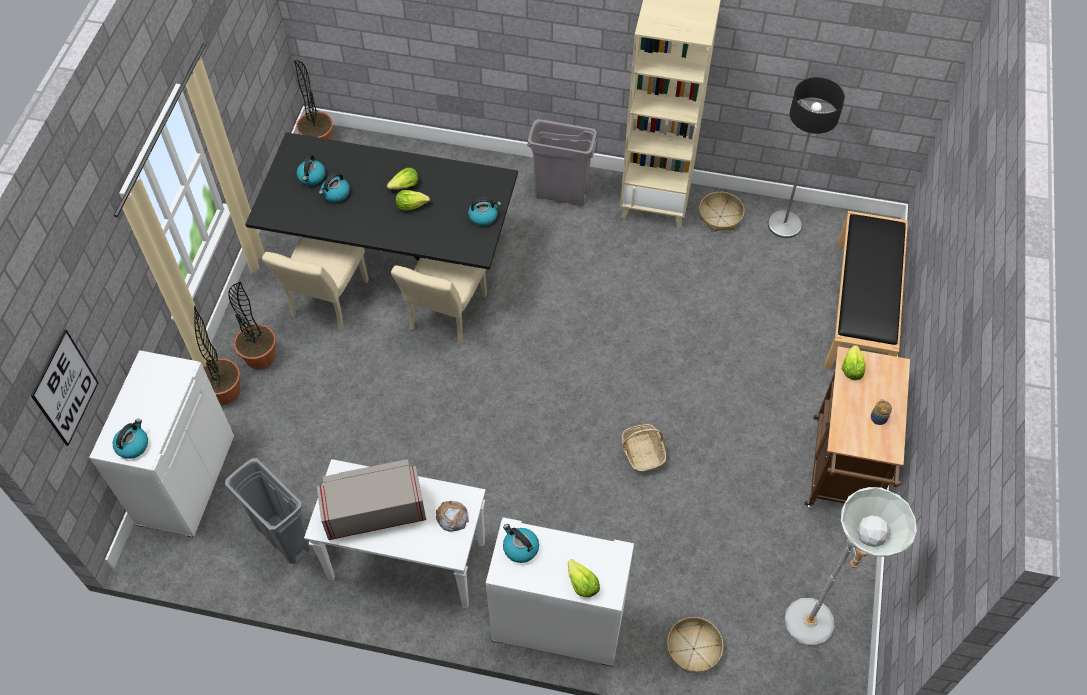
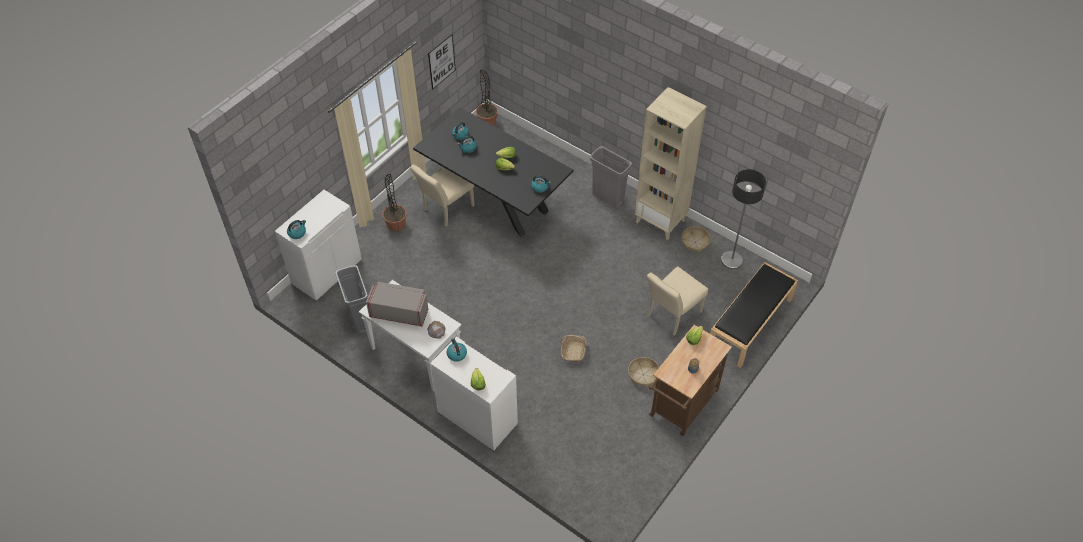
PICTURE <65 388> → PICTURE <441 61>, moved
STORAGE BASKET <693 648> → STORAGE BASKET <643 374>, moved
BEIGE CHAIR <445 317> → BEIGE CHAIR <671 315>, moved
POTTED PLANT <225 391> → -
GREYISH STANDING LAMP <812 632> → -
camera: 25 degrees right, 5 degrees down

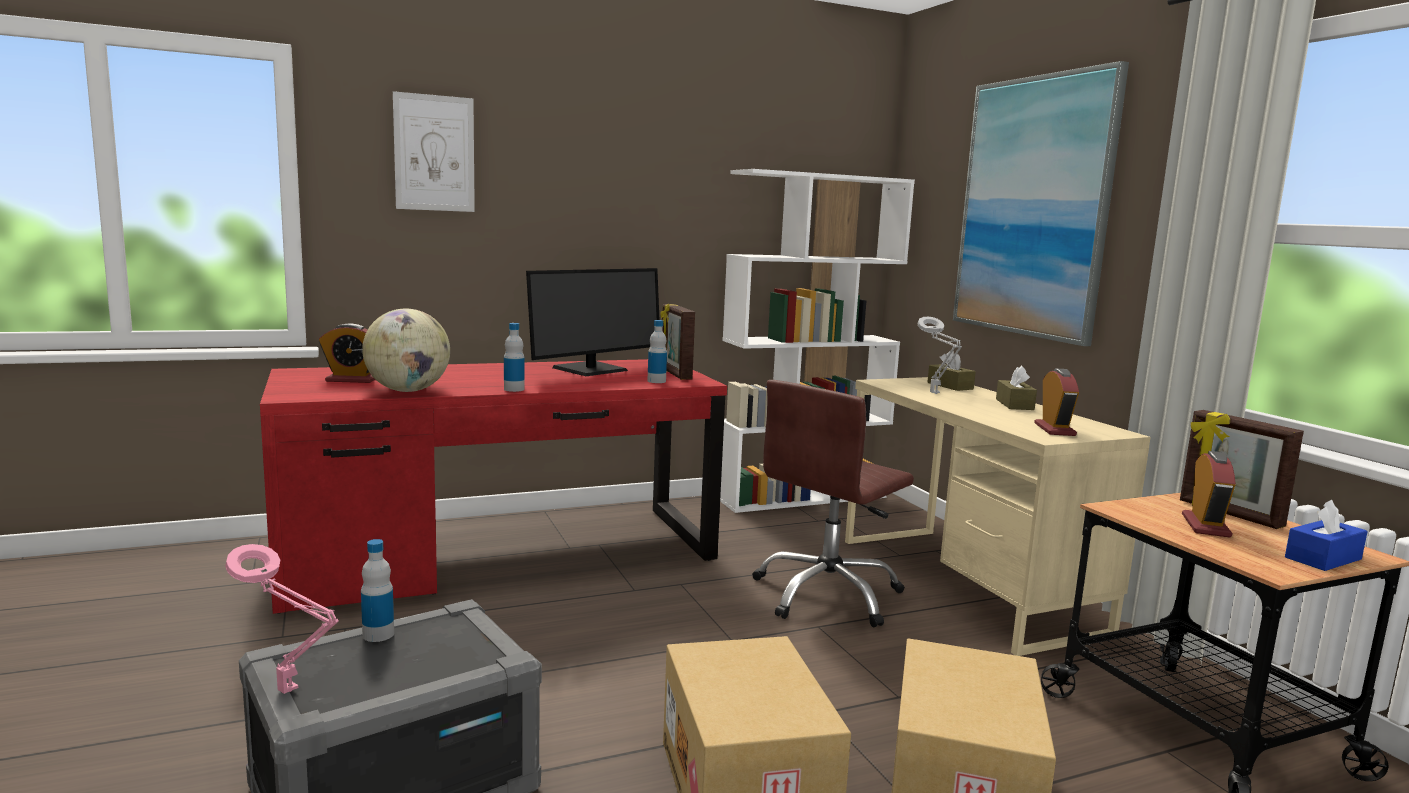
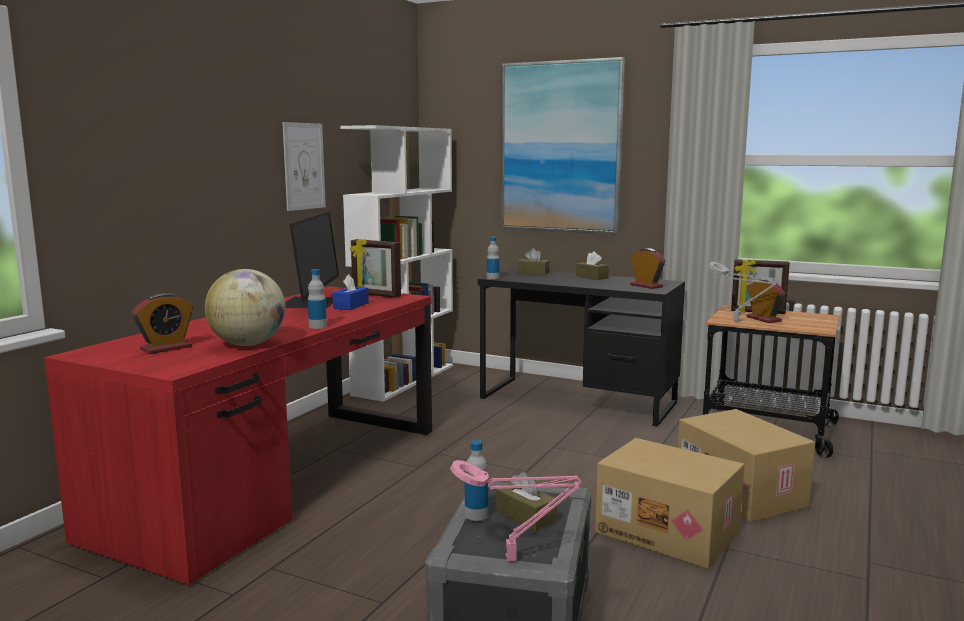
PICTURE <434 153> → PICTURE <304 166>, moved
BLUE BOX OF TISSUES <1323 558> → BLUE BOX OF TISSUES <351 306>, moved
BEIGE DESK TABLE <965 584> → BLACKISH DESK TABLE <577 400>
DRINK BOTTLE <656 381> → DRINK BOTTLE <493 278>, moved
- → BROWN-COLOURED BOX OF TISSUES <525 516>
GREYISH LAMP FOR A TABLE <935 394> → GREYISH LAMP FOR A TABLE <739 322>, moved
BROWN-COLOURED COMPUTER CHAIR <828 595> → -
camera: 40 degrees left, 0 degrees up

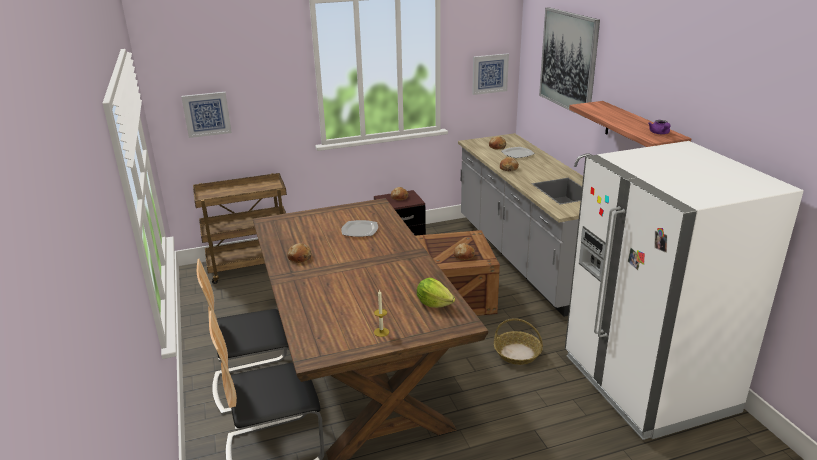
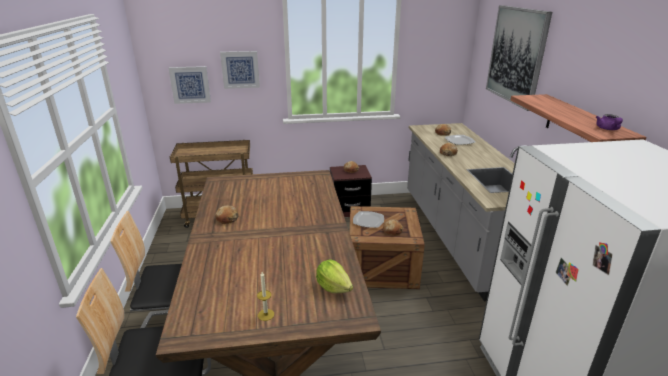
PICTURE <489 73> → PICTURE <240 69>, moved
FLAT DISH <360 230> → FLAT DISH <368 220>, moved
STORAGE BASKET <517 353> → -
camera: 10 degrees right, 0 degrees up

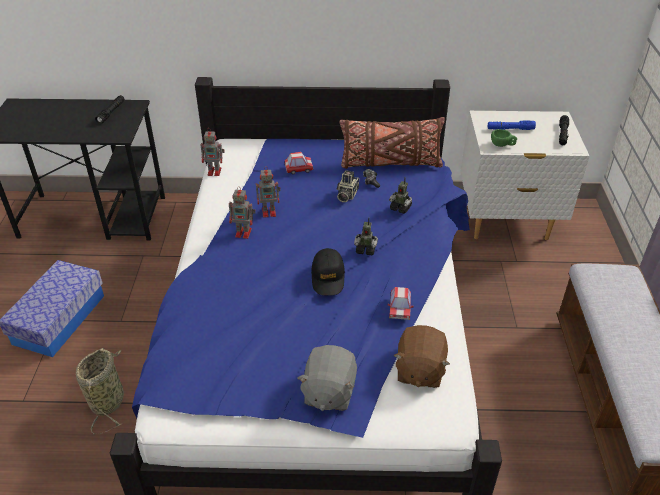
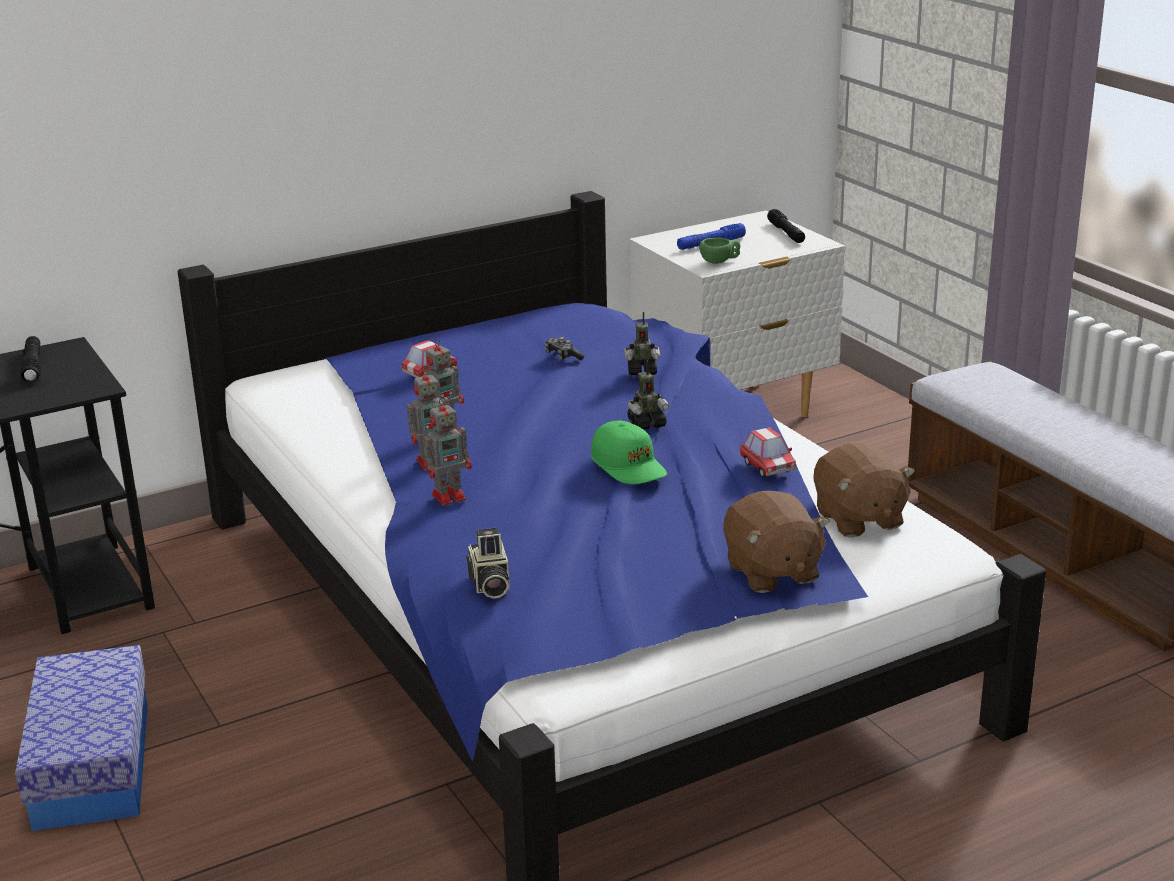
TOY ROBOT <215 171> → TOY ROBOT <450 496>, moved
STILL CAMERA <346 195> → STILL CAMERA <489 585>, moved
BLACKISH PEAKED CAP <328 277> → GREENISH PEAKED CAP <629 466>
GREYISH CUDDLY TOY <328 392> → BROWN-COLOURED CUDDLY TOY <771 572>
STORAGE BASKET <108 400> → -
BROWN-COLOURED CUSHION <390 163> → -
camera: 30 degrees left, 15 degrees down

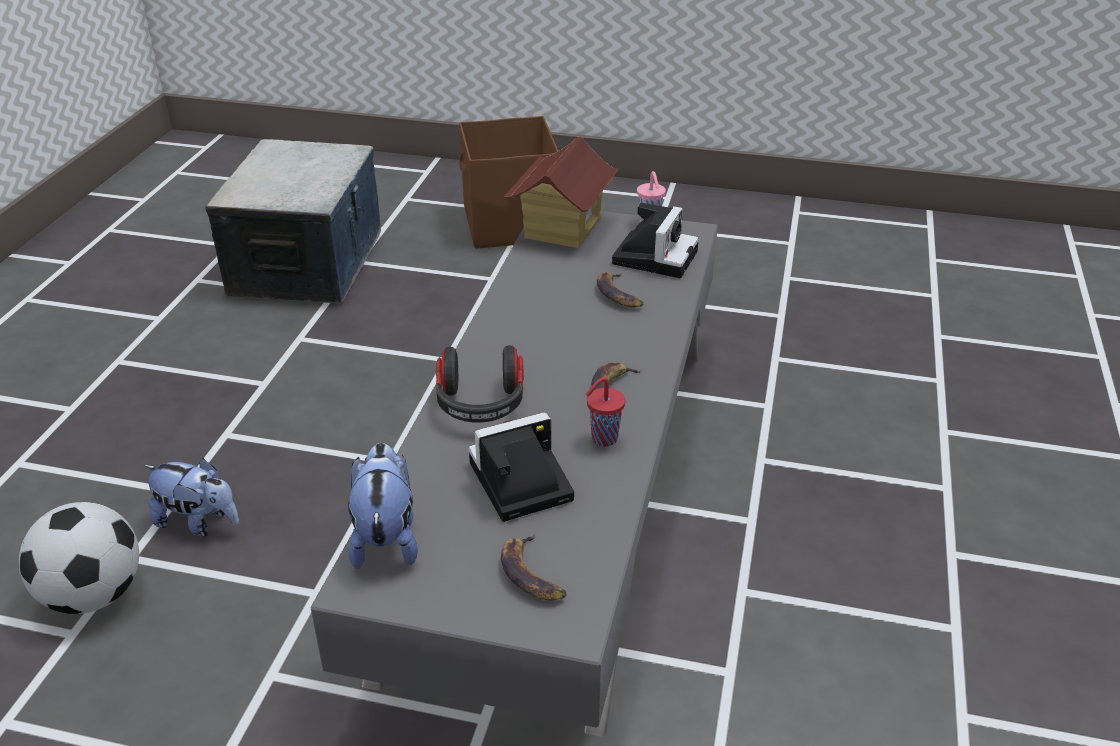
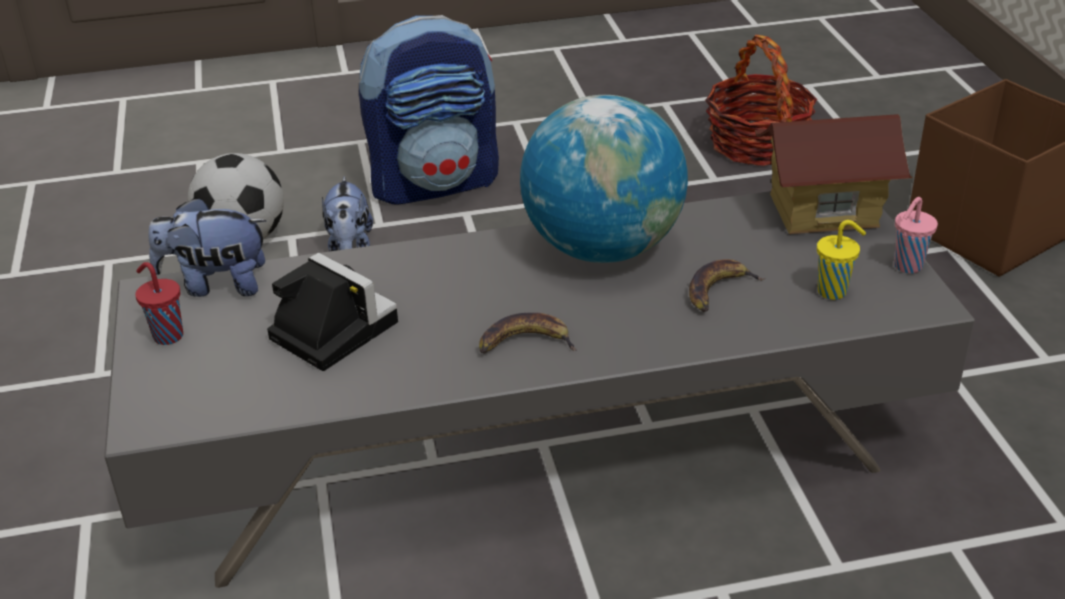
RED DRINKING CUP <603 439> → RED DRINKING CUP <167 335>, moved
CUDDLY TOY <386 537> → CUDDLY TOY <216 284>, 150 degrees counterclockwise
- → RUCKSACK <435 183>
- → GLOBE <603 248>
STORAGE BOX <308 263> → STORAGE BASKET <757 144>
STILL CAMERA <654 256> → YELLOWISH DRINKING CUP <834 292>
PAIR OF HEADPHONES <480 405> → -
WHOLE BANANA <532 574> → -
camera: 65 degrees right, 0 degrees up

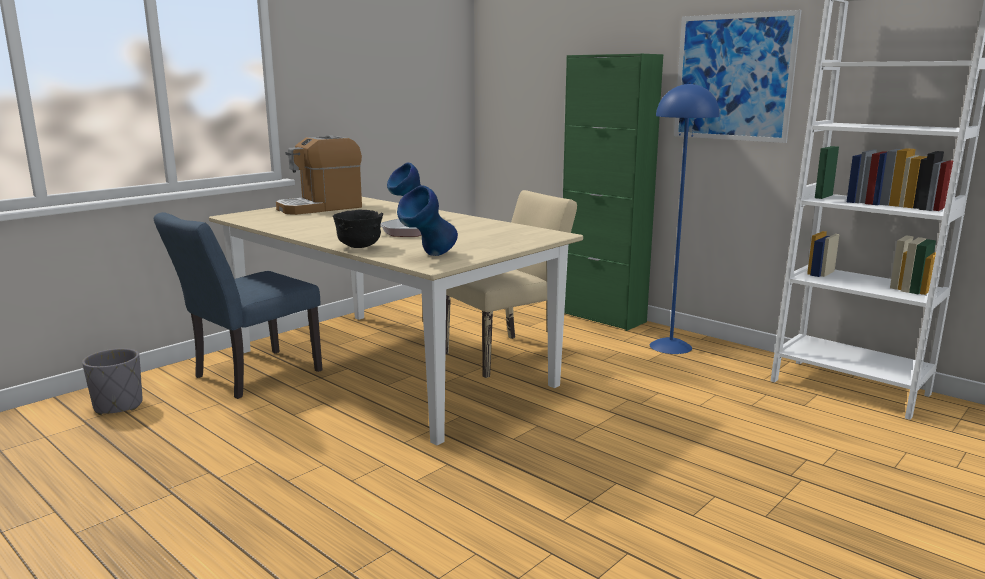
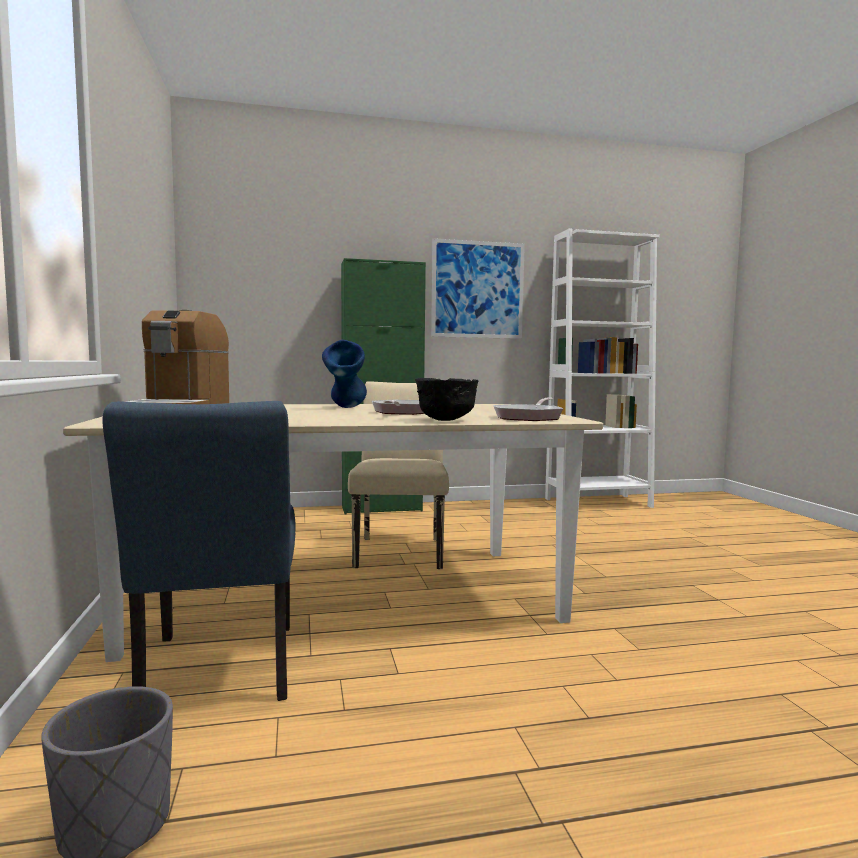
BLUE DECORATIVE VASE <428 256> → PAN <529 417>
BLUE STANDING LAMP <671 346> → -
camera: 55 degrees left, 10 degrees down

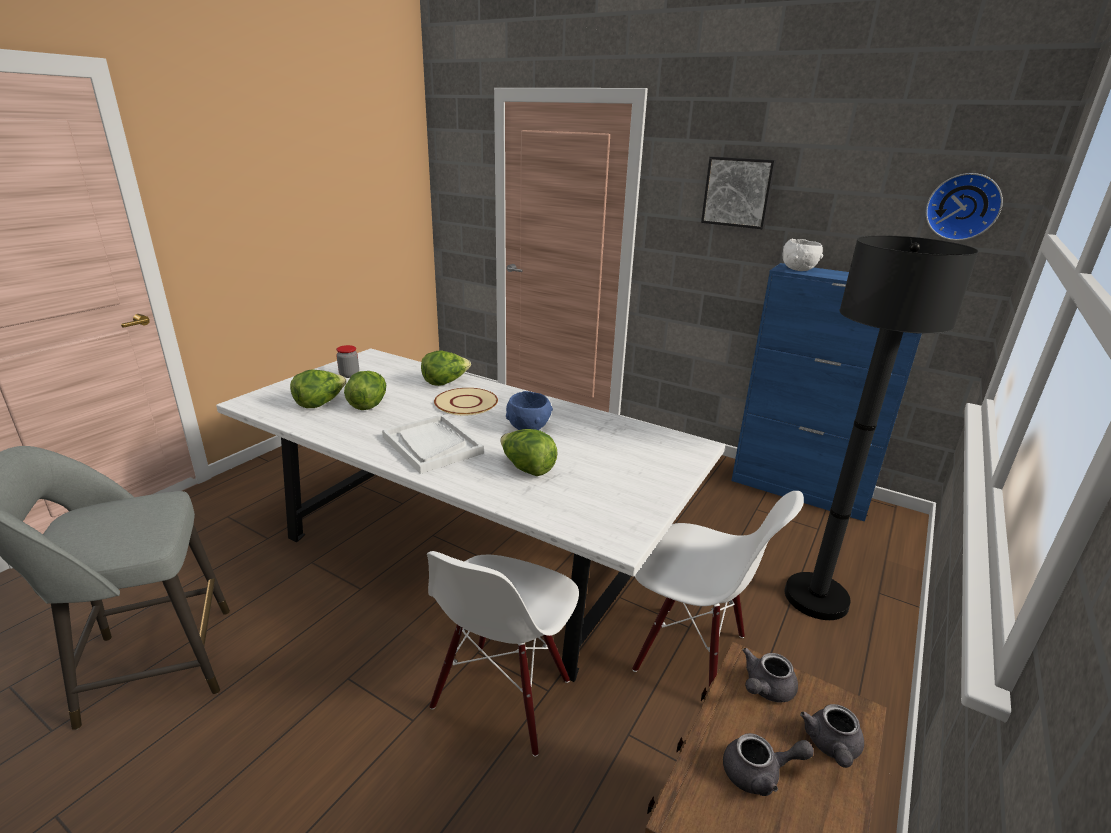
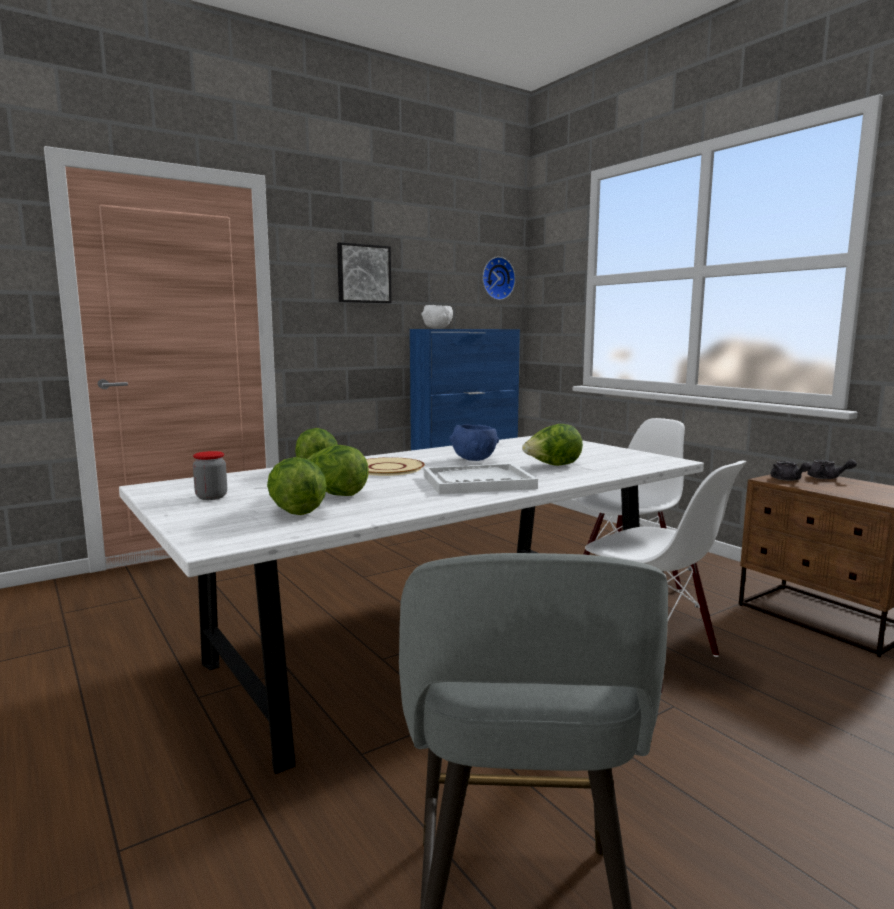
GREYISH TEA POT <759 773> → -
BLACKISH STANDING LAMP <816 598> → -
camera: 65 degrees left, 15 degrees down

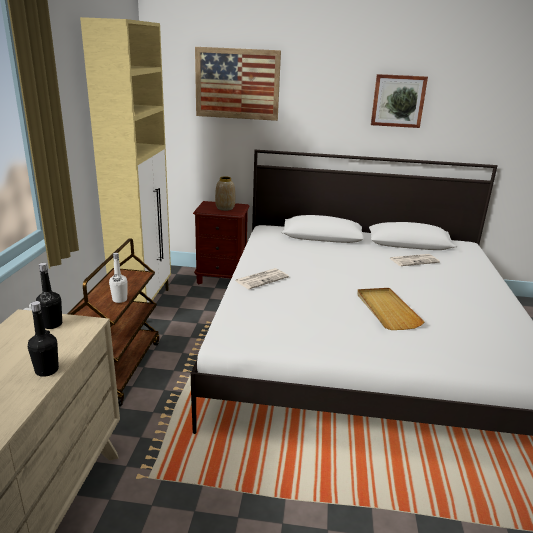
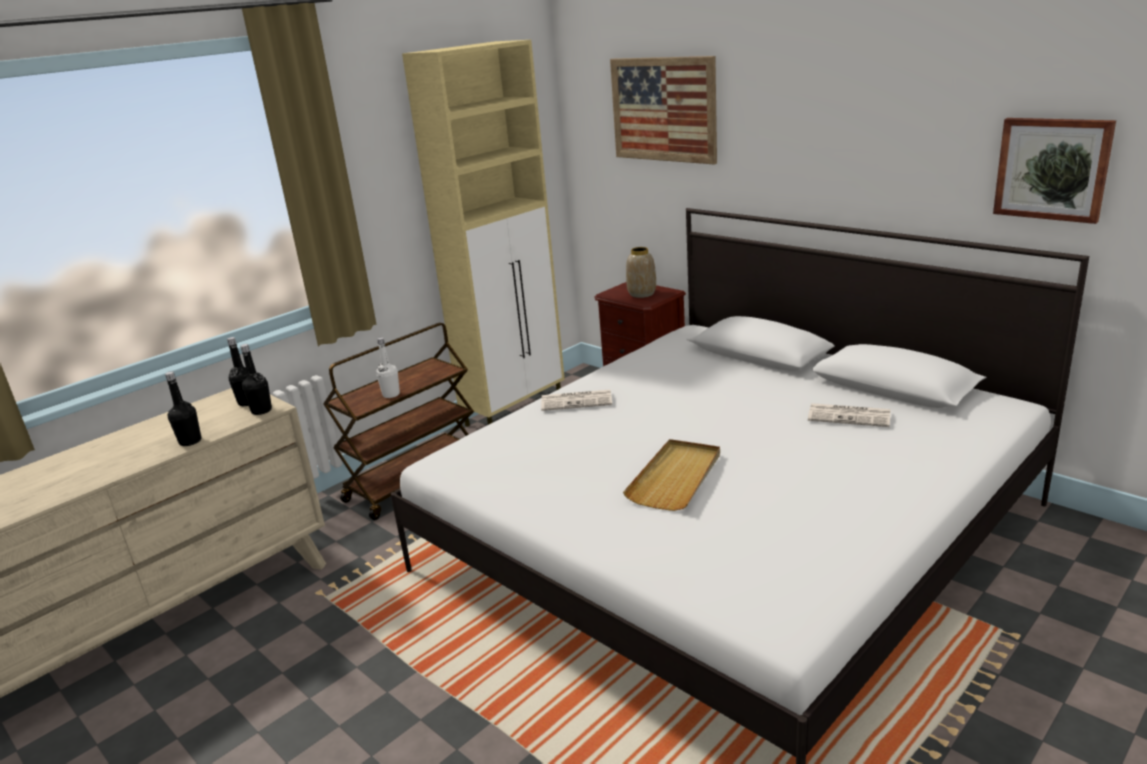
- → BLACKISH DRINK BOTTLE <261 411>
PICTURE <398 101> → PICTURE <1052 168>, moved
camera: 40 degrees right, 0 degrees up

